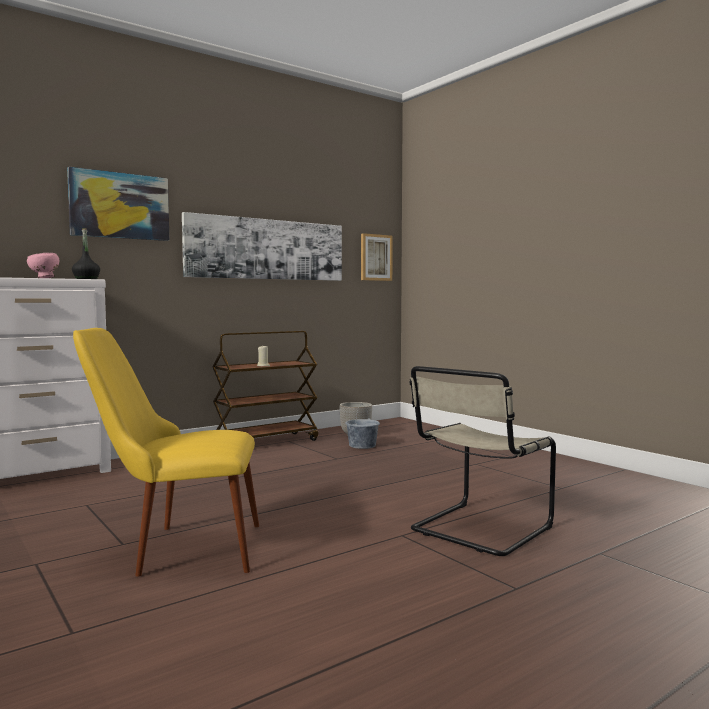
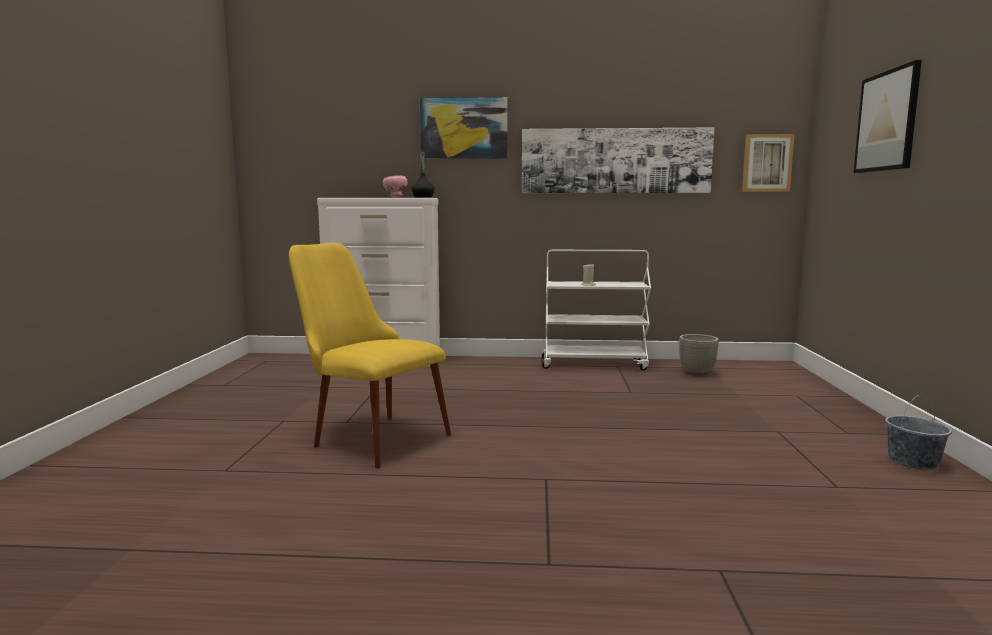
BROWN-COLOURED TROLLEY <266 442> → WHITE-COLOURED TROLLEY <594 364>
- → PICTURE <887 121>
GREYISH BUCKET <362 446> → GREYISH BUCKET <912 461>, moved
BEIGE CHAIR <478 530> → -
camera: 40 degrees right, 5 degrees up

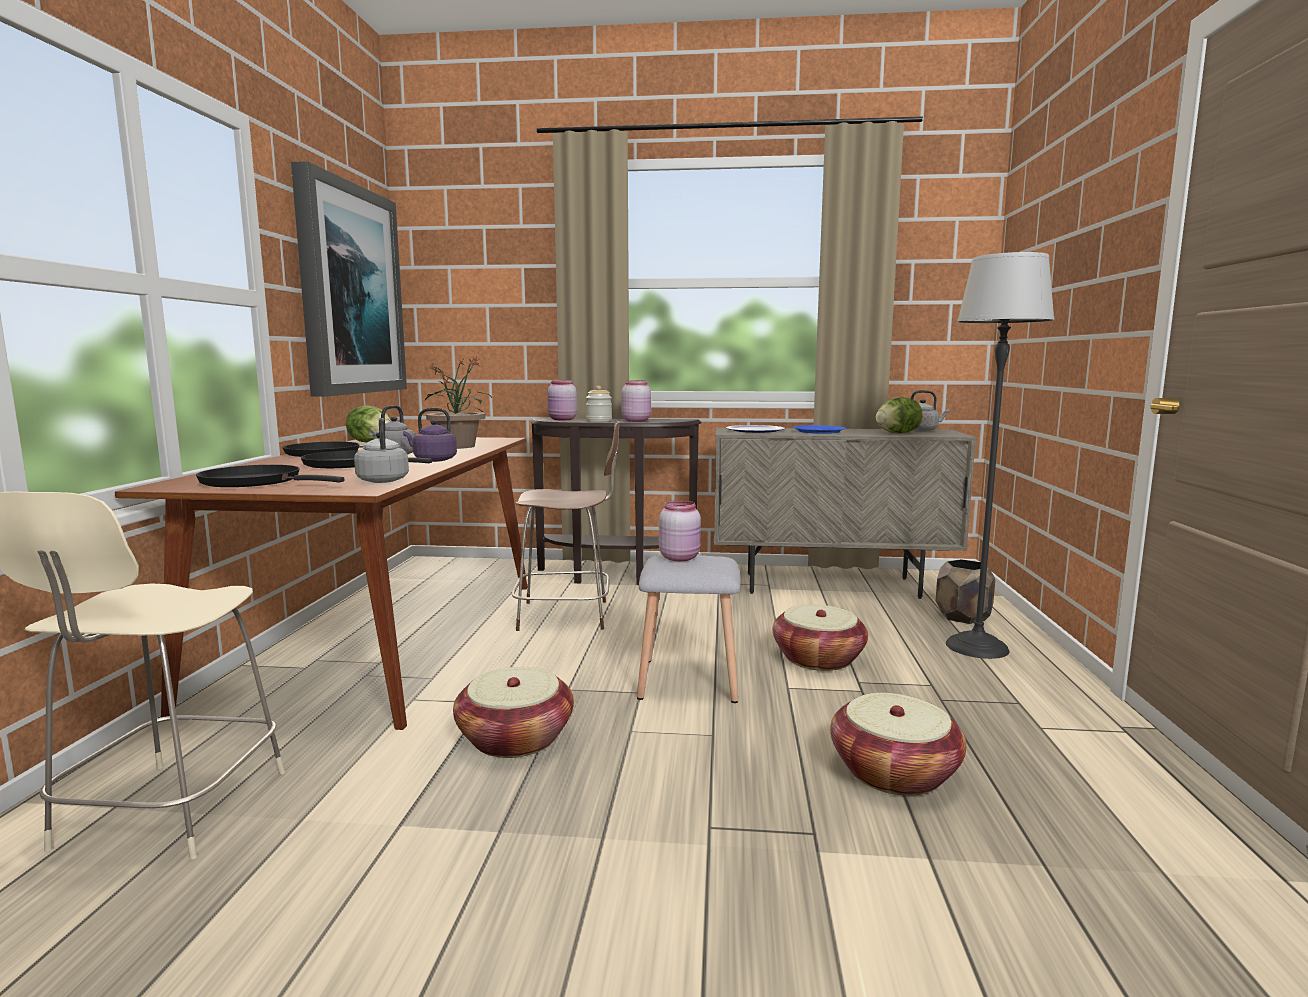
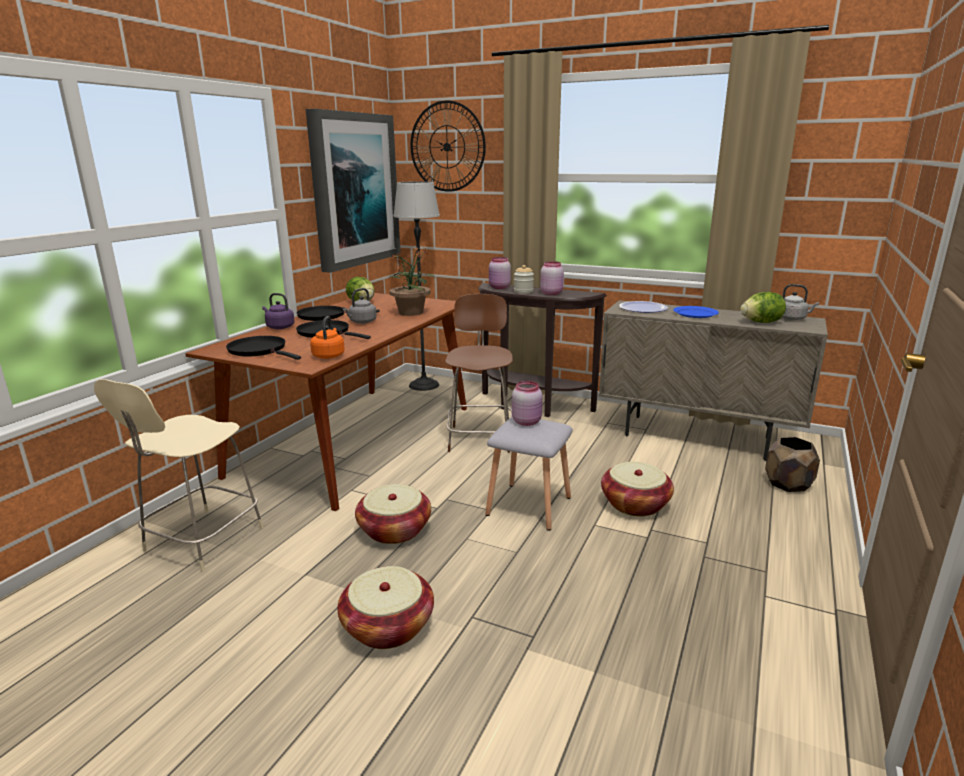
PURPLISH WATER KETTLE <432 460> → PURPLISH WATER KETTLE <279 327>, moved
GREYISH WATER KETTLE <383 480> → ORANGE-COLOURED WATER KETTLE <329 355>
STORAGE BASKET <894 772> → STORAGE BASKET <388 626>, moved
STANDING LAMP <976 647> → STANDING LAMP <423 385>, moved
- → HANGING CLOCK <447 147>
BROWN-COLOURED CHAIR <568 615> → BROWN-COLOURED CHAIR <480 437>, 105 degrees counterclockwise
camera: 20 degrees right, 10 degrees up

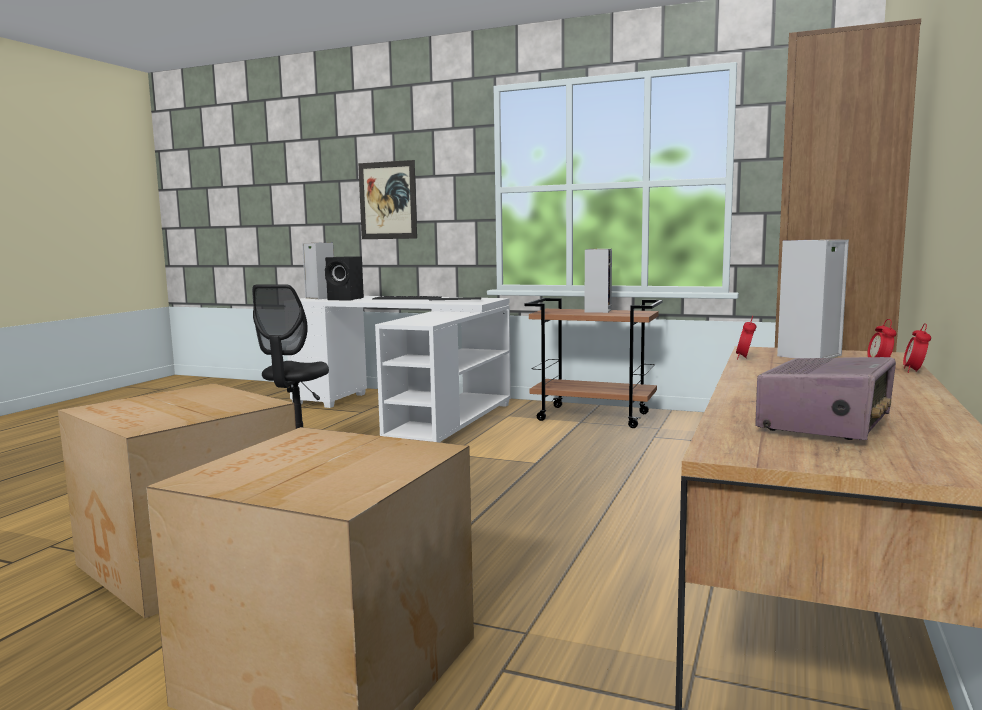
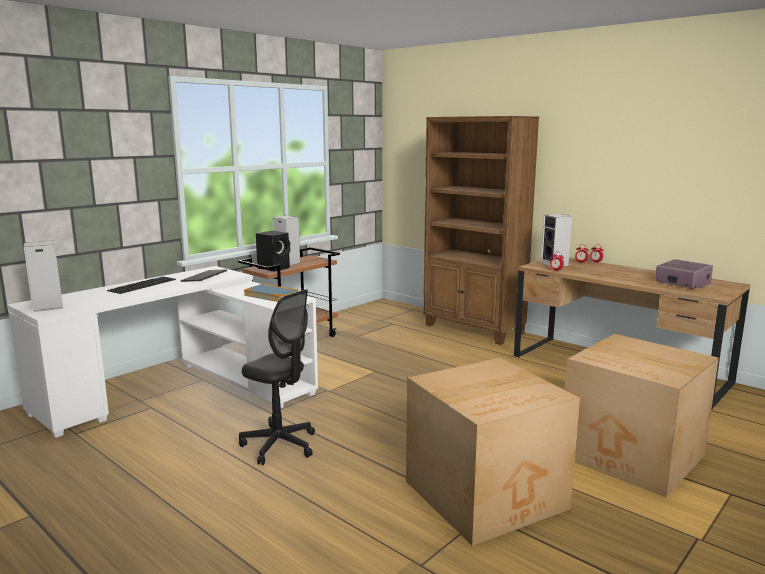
- → BOUND BOOK <271 295>
BLACKISH SPEAKER <346 299> → BLACKISH SPEAKER <274 268>, moved
PICTURE <387 200> → -
camera: 70 degrees left, 5 degrees up

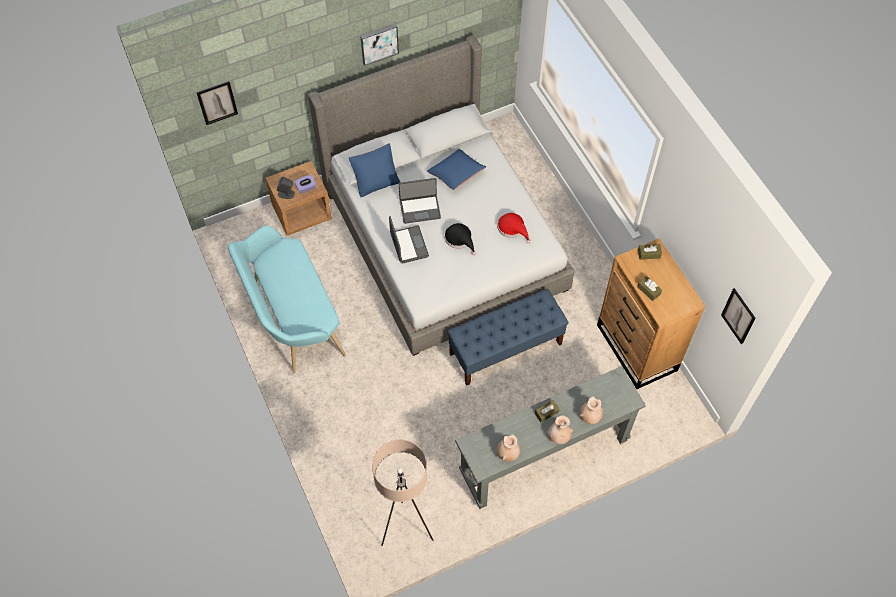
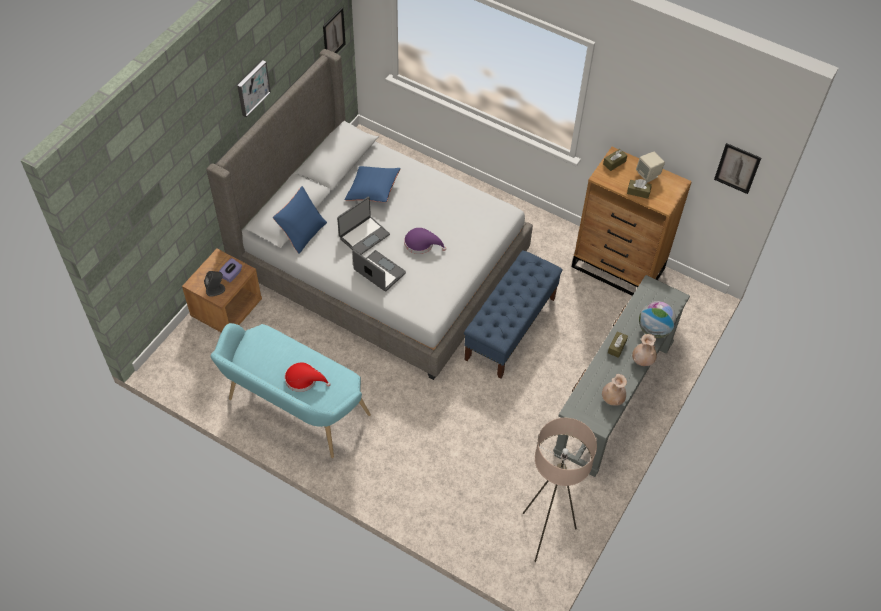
RED WEARABLE HAT <512 228> → RED WEARABLE HAT <304 379>, moved
PICTURE <217 103> → PICTURE <333 35>, moved
BLACKISH WEARABLE HAT <460 239> → PURPLISH WEARABLE HAT <421 243>
- → BEIGE SPEAKER <648 175>
BEIGE DECORATIVE VASE <590 416> → GLOBE <654 329>
camera: 35 degrees left, 5 degrees down

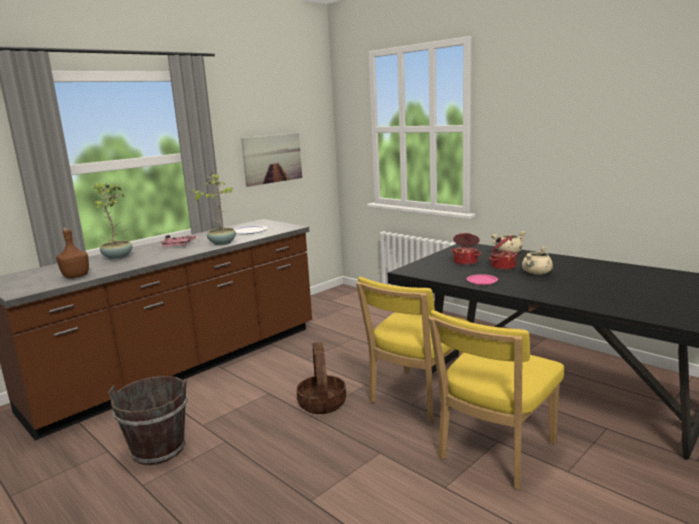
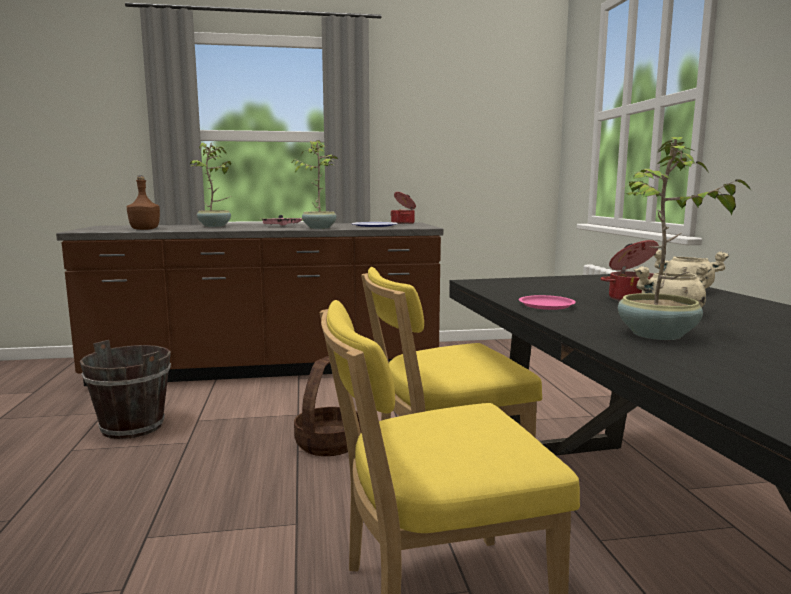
STOCKPOT <466 262> → STOCKPOT <403 223>, moved
- → POTTED PLANT <657 335>
PICTURE <272 158> → -
camera: 35 degrees right, 5 degrees down

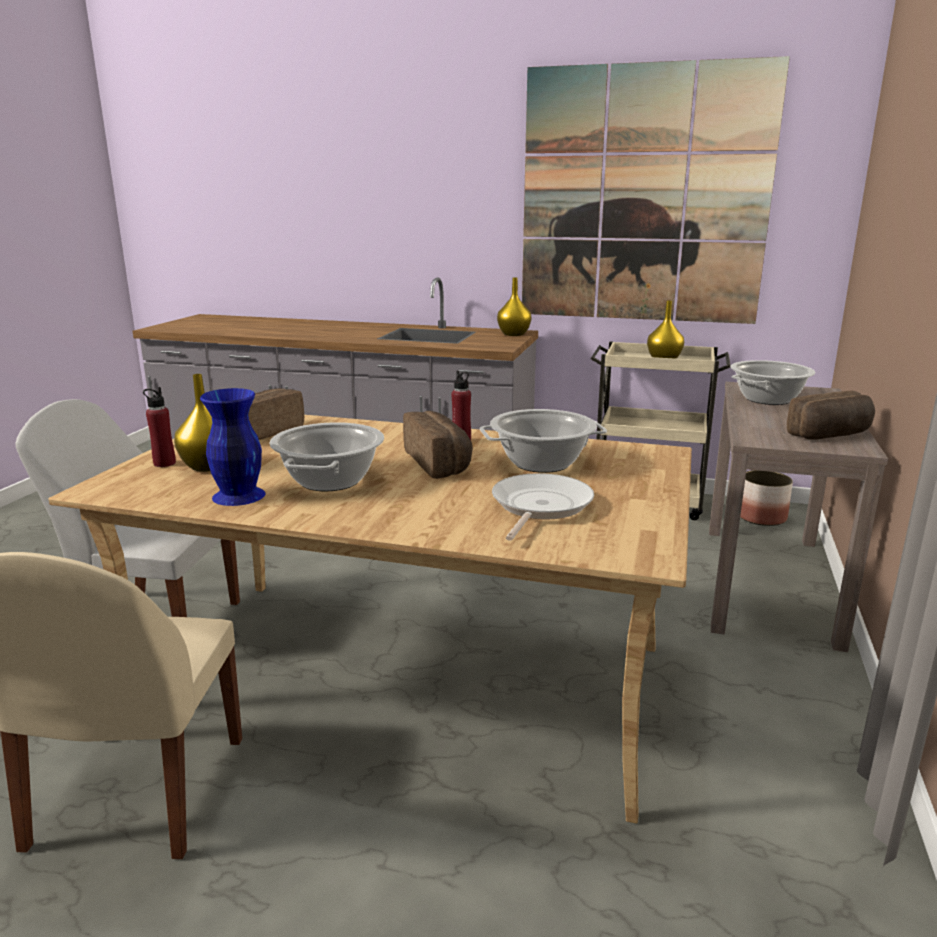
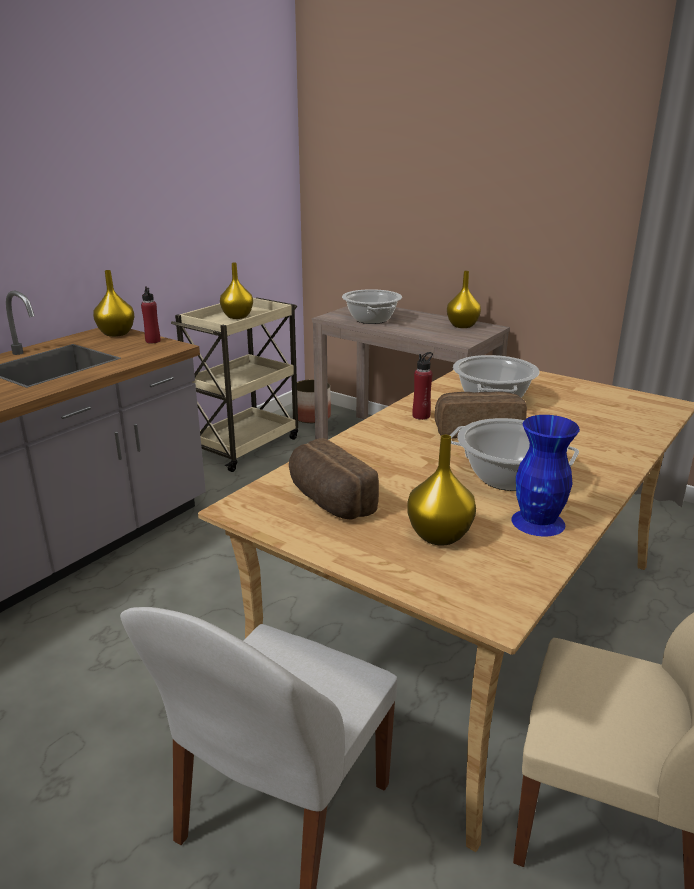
RED DRINK BOTTLE <164 463> → RED DRINK BOTTLE <153 341>, moved
BAKED BREAD <831 435> → YELLOWISH DECORATIVE VASE <462 326>
PAN <539 507> → -
PICTURE <643 197> → -
camera: 70 degrees left, 5 degrees up

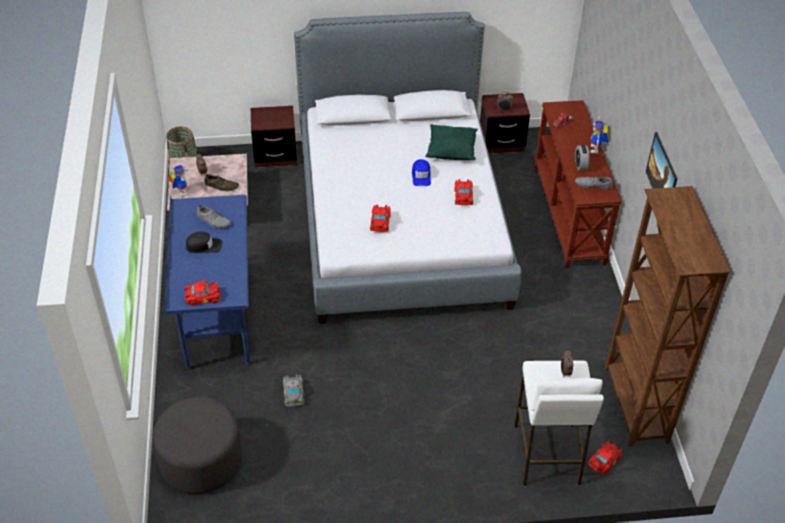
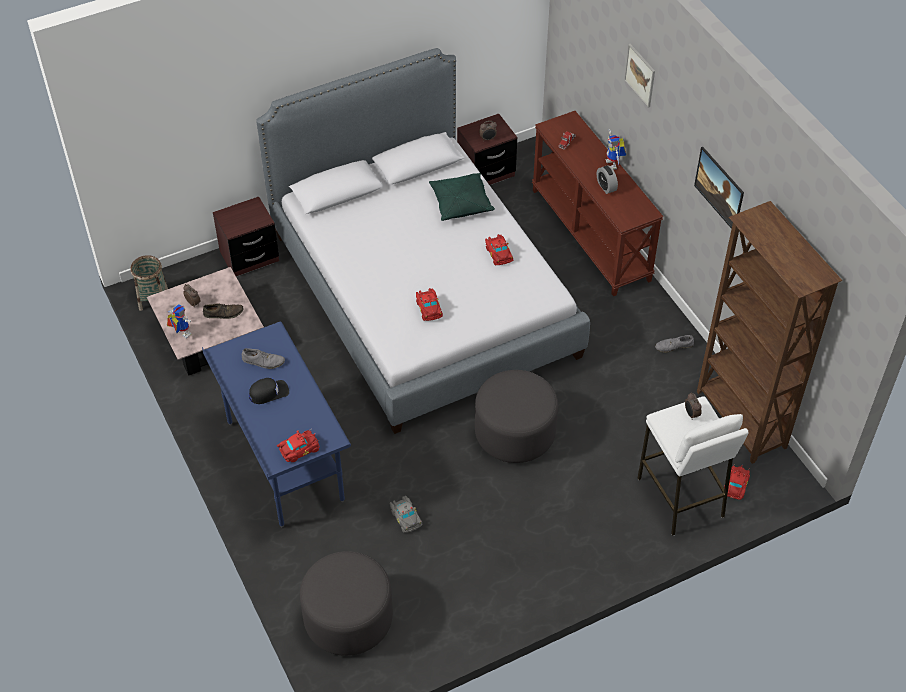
- → GREYISH OTTOMAN <515 432>
- → PICTURE <640 75>
GREYISH SHOE <593 185> → GREYISH SHOE <673 346>, moved
BLUE PEAKED CAP <421 175> → -
camera: 20 degrees left, 5 degrees up

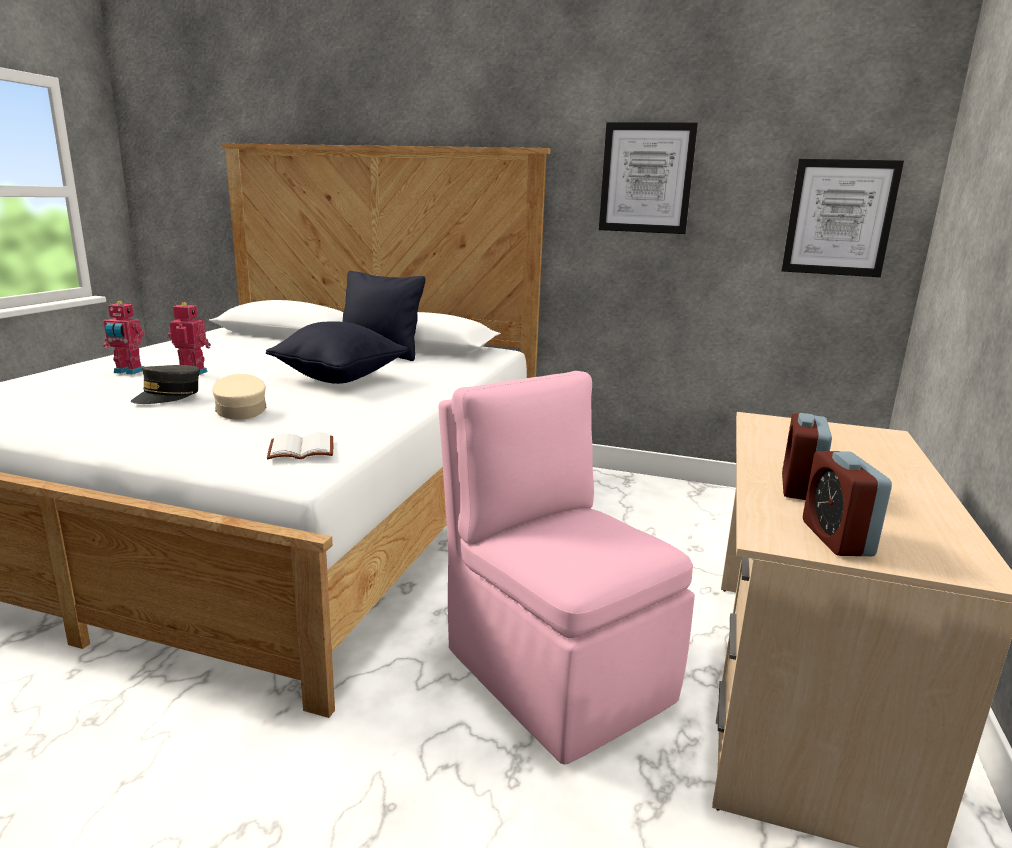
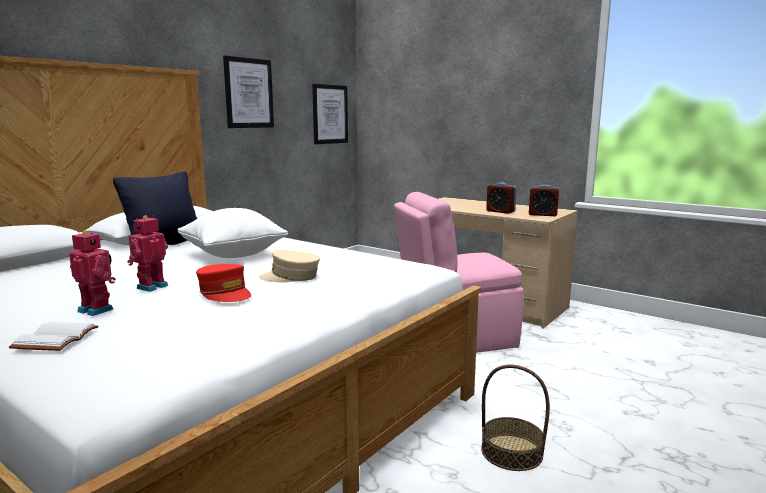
WHITE-COLOURED BOUND BOOK <302 449> → WHITE-COLOURED BOUND BOOK <55 338>, moved
TOY ROBOT <128 372> → TOY ROBOT <97 309>, 90 degrees counterclockwise
BLACKISH CUSHION <339 378> → WHITE-COLOURED CUSHION <233 254>
GREYISH PEAKED CAP <168 395> → RED PEAKED CAP <225 293>
- → STORAGE BASKET <511 452>
camera: 70 degrees left, 5 degrees down

